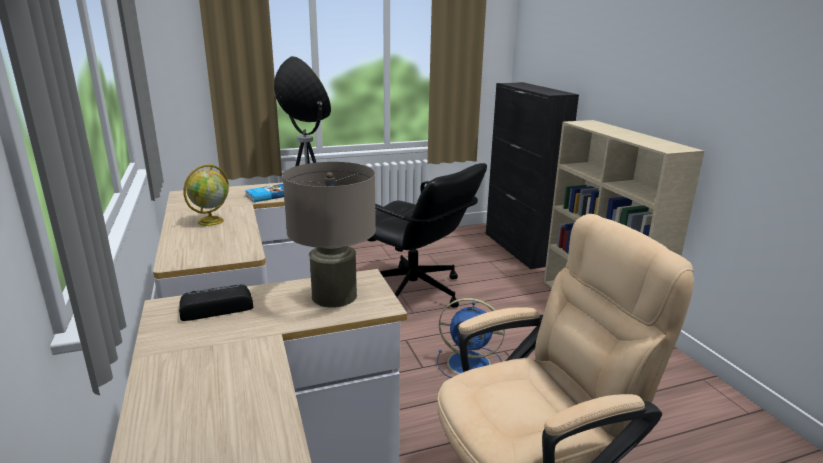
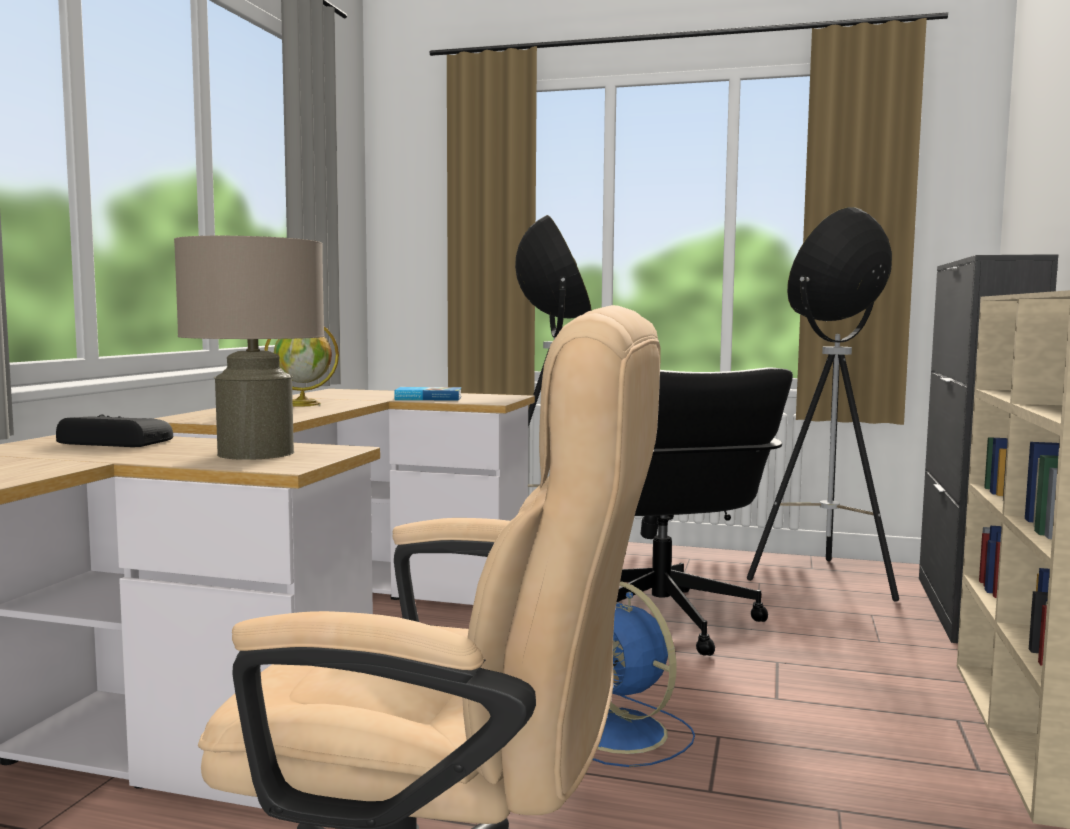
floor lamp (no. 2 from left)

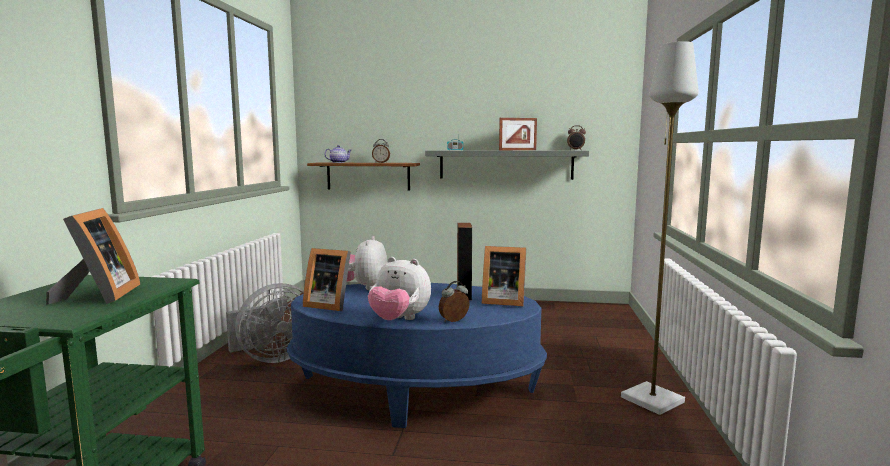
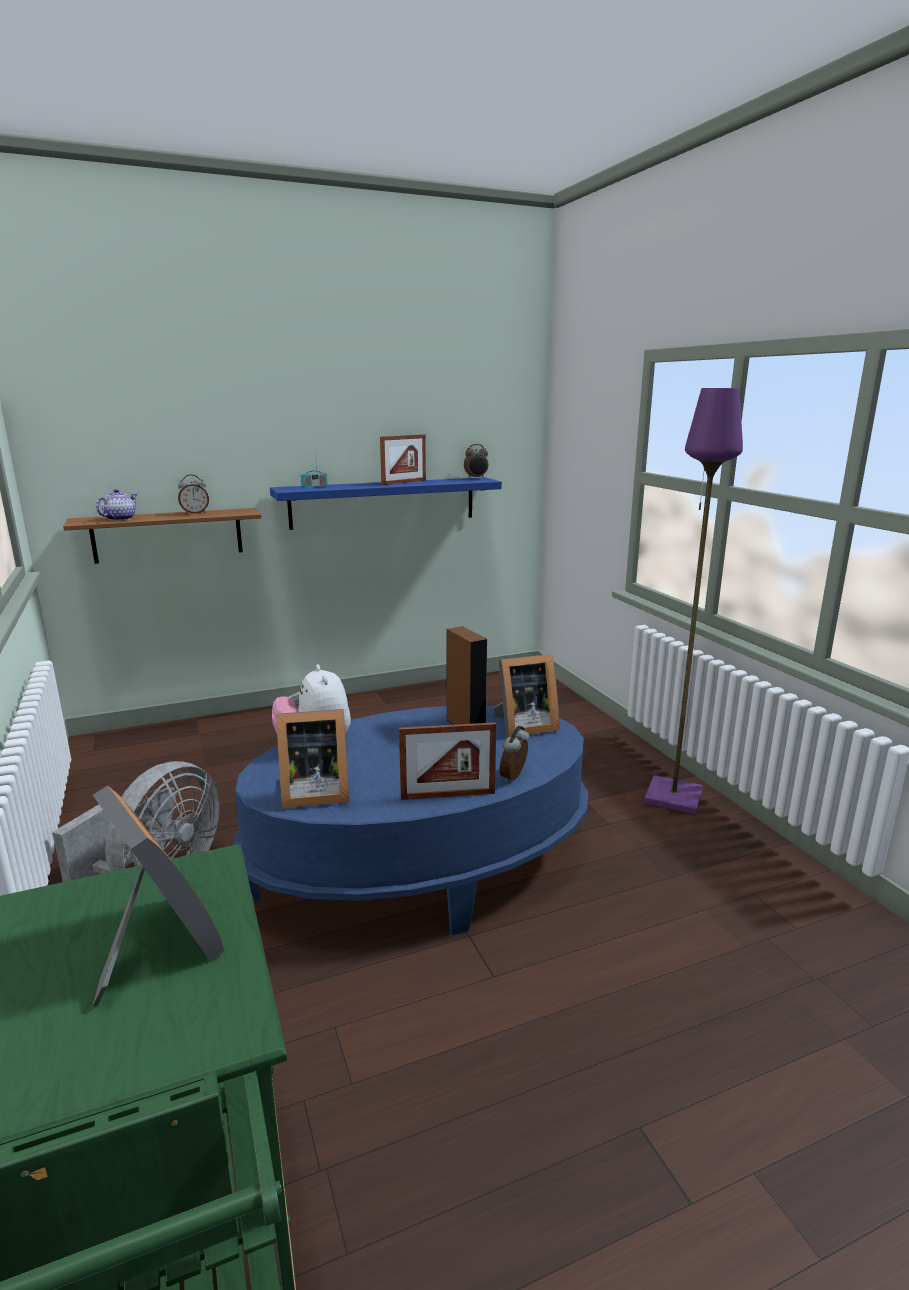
picture frame (no. 4 from left)
shelf/blue
floor lamp/purple

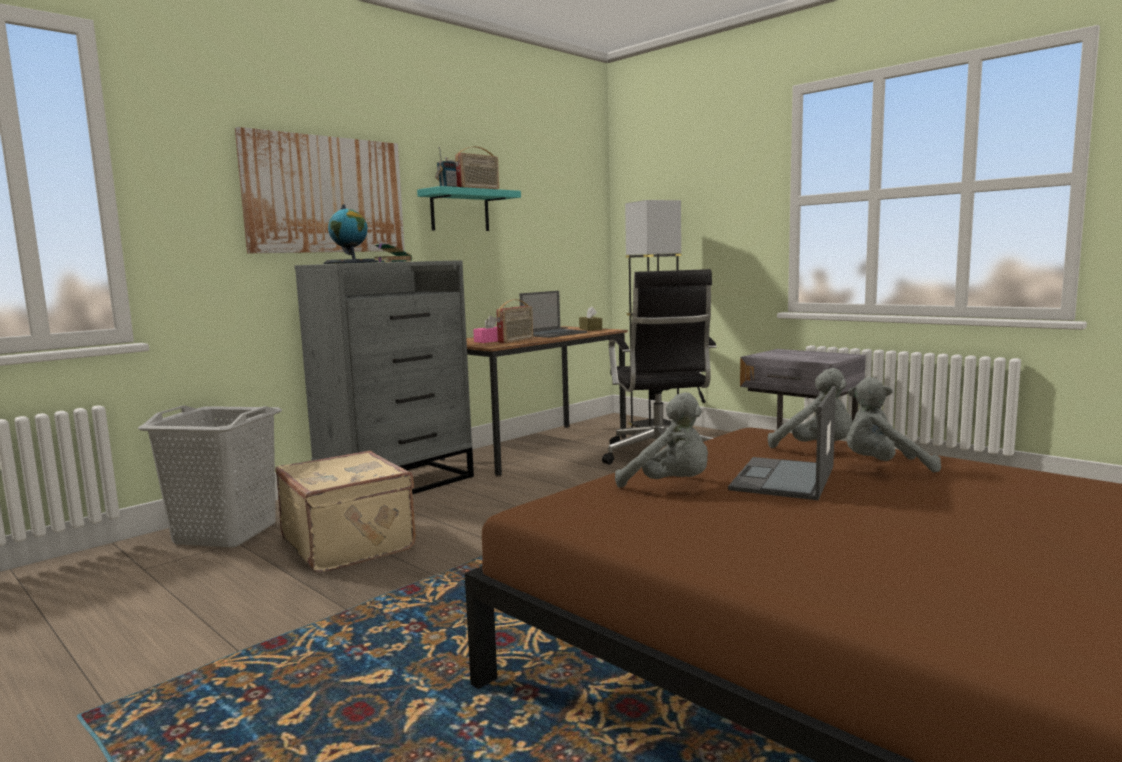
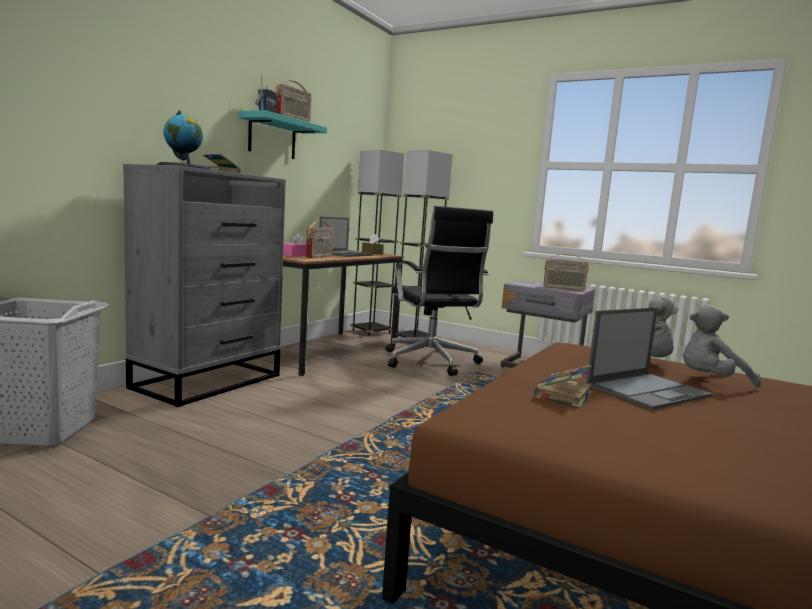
picture
suitcase/beige
book (no. 2 from left)
laptop (no. 2 from left)
floor lamp/grey (no. 1 from left)
radio (no. 4 from left)

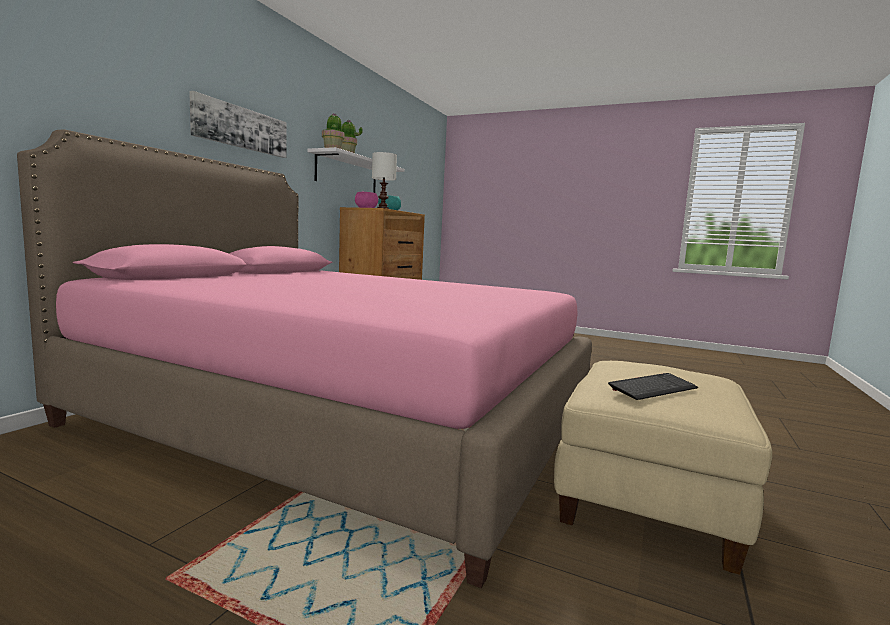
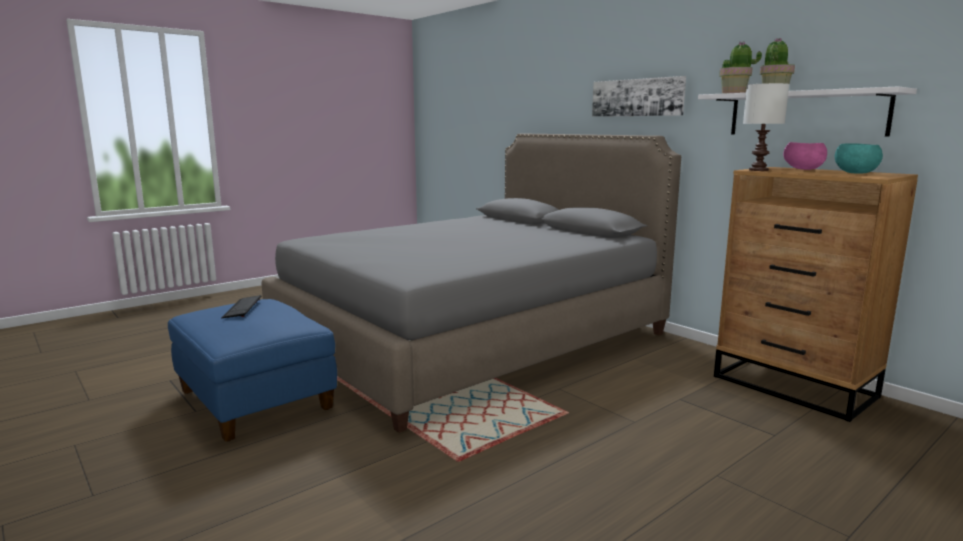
bed/grey
ottoman/blue

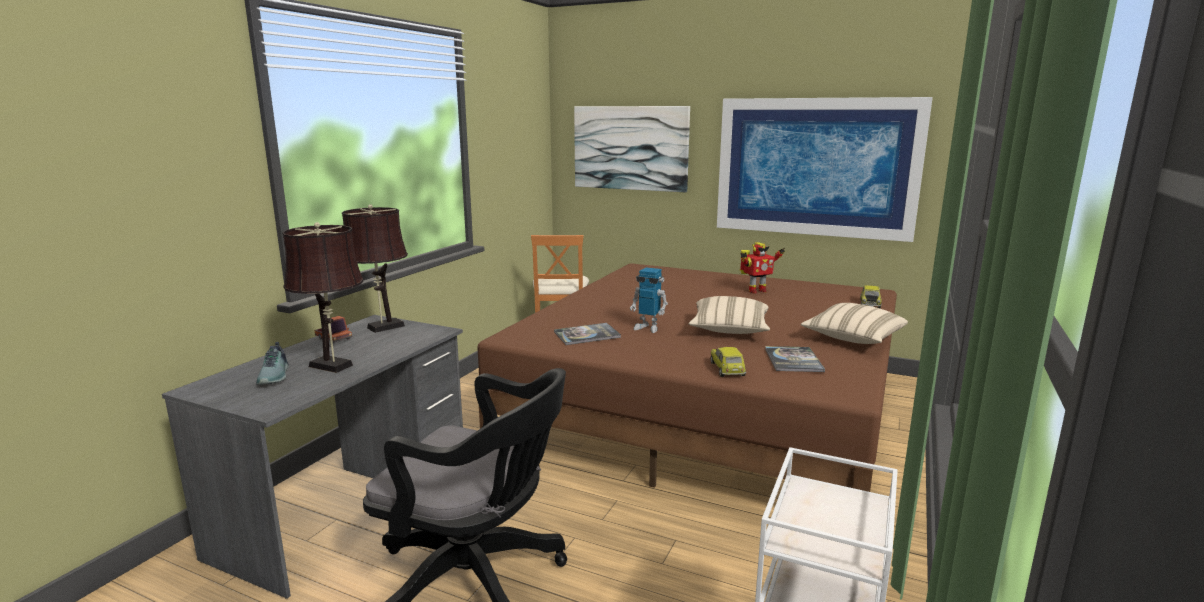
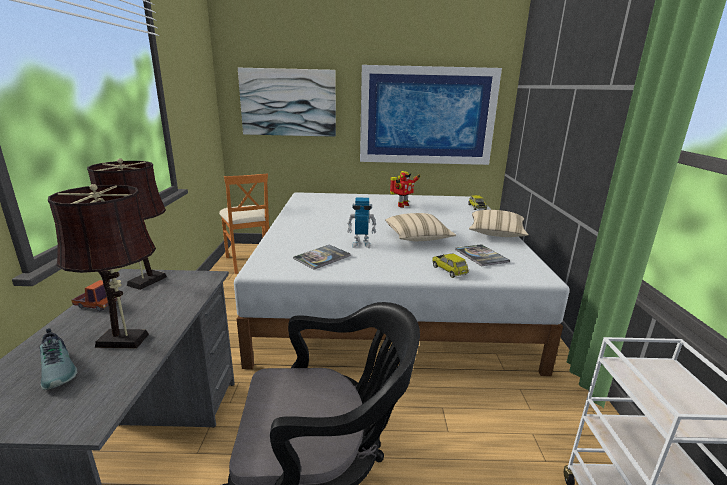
bed/white

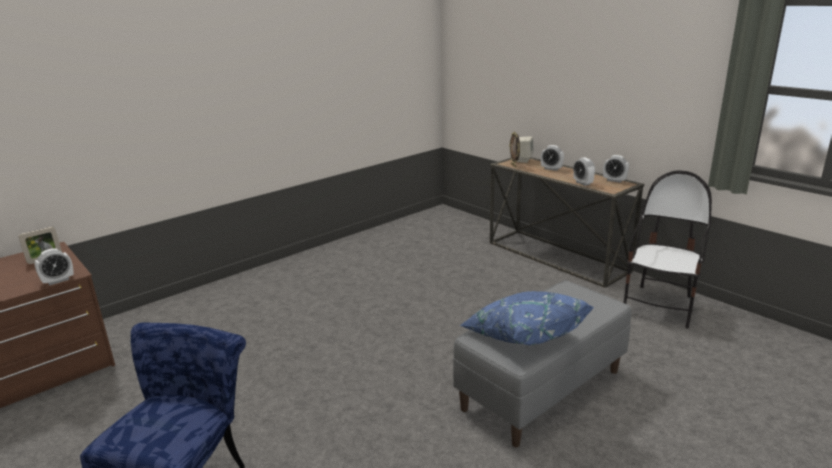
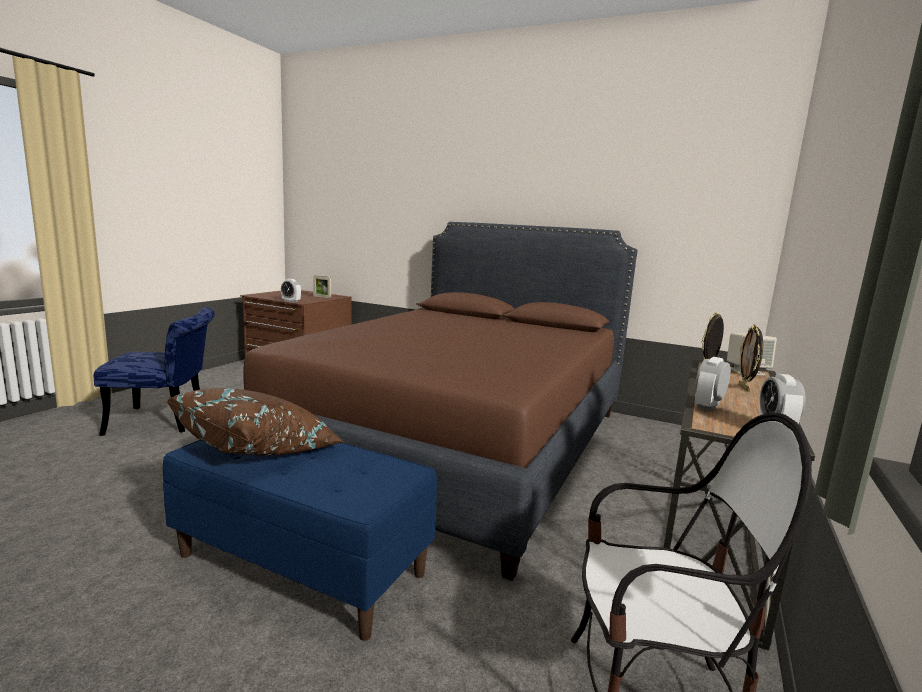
bench/blue
pillow/brown
picture frame (no. 3 from left)
bed/brown

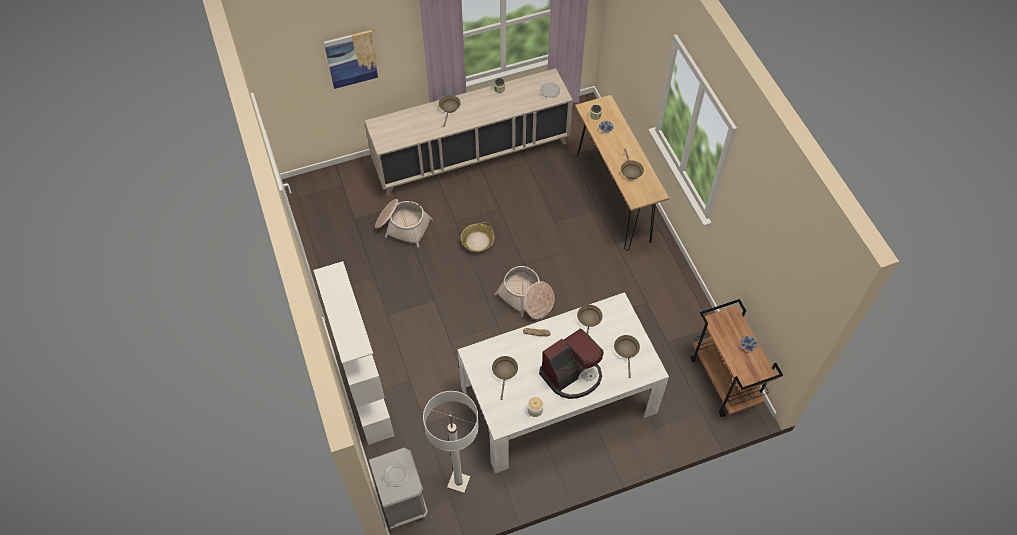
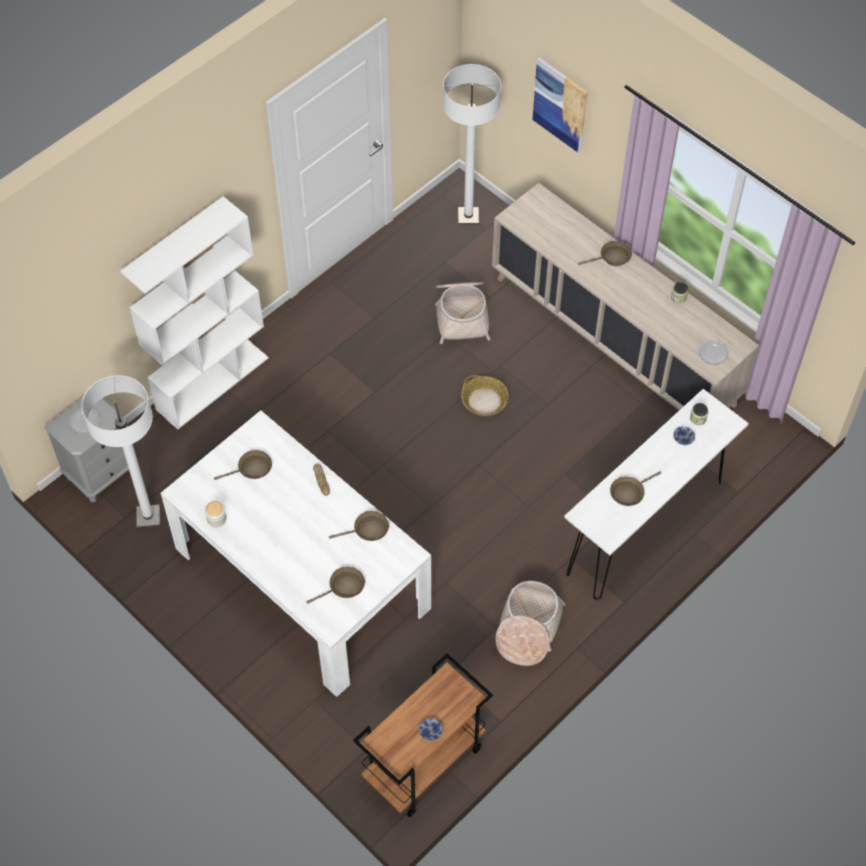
basket (no. 3 from left)
coffee machine
console table/white
floor lamp/white (no. 2 from left)

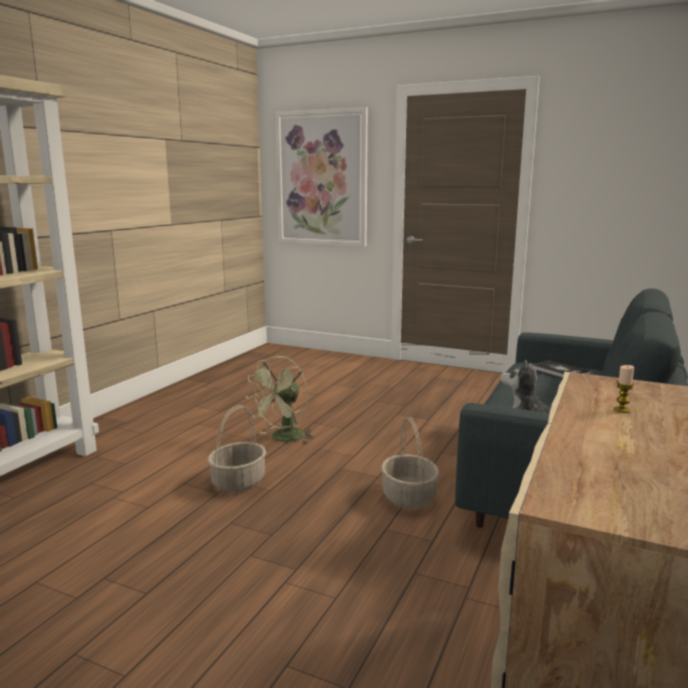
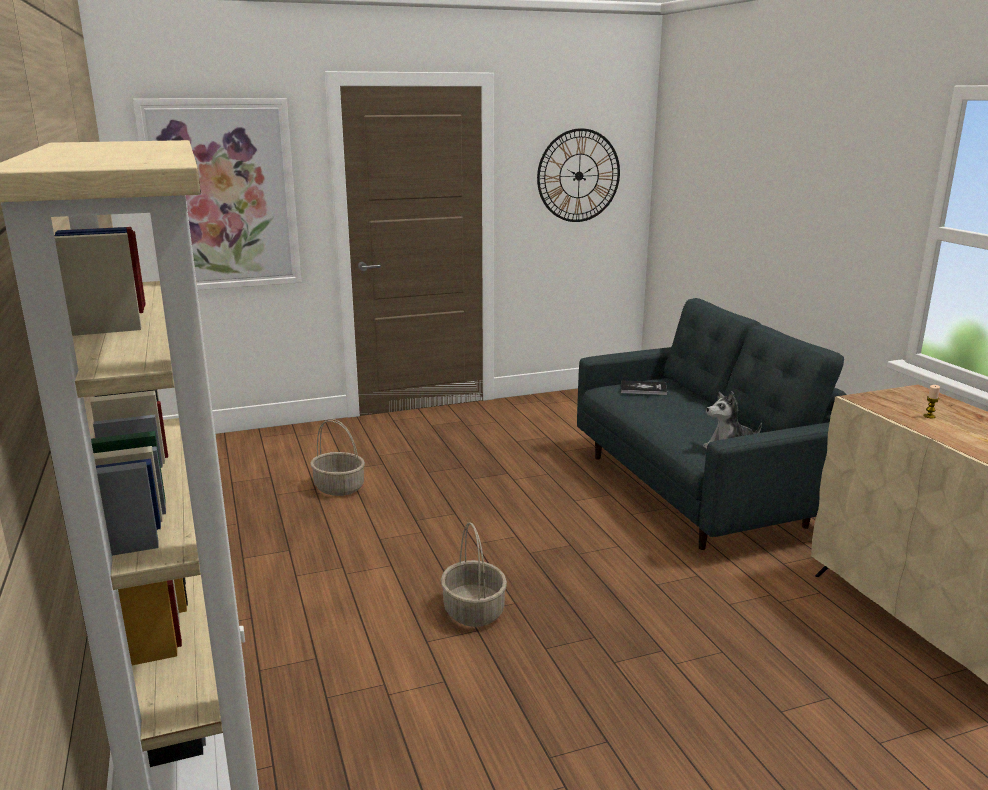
fan/green
basket (no. 1 from left)
wall clock

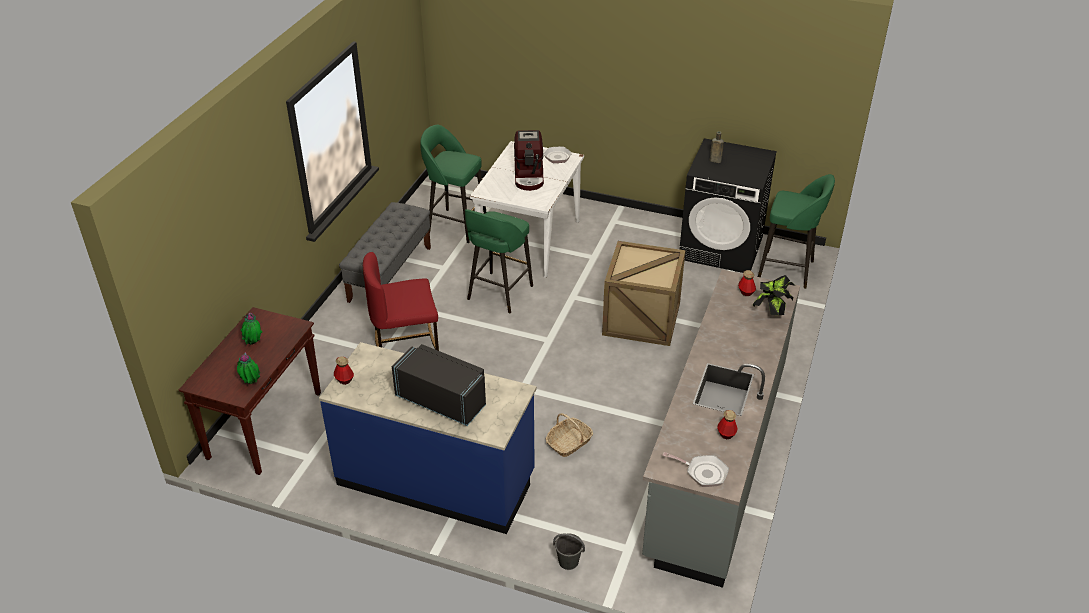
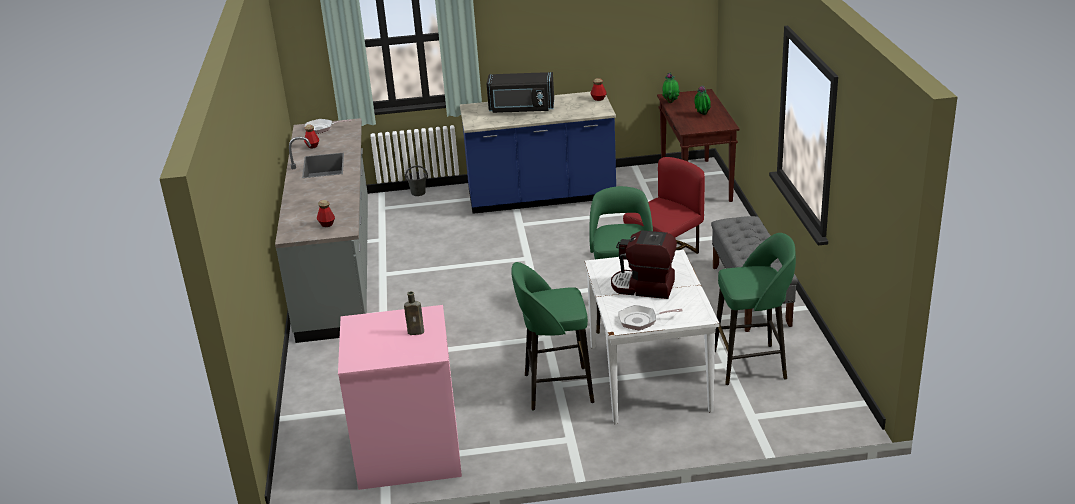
coffee machine
basket
crate
washing machine/pink
potted plant (no. 3 from left in the first image)
stool/green (no. 1 from left)

